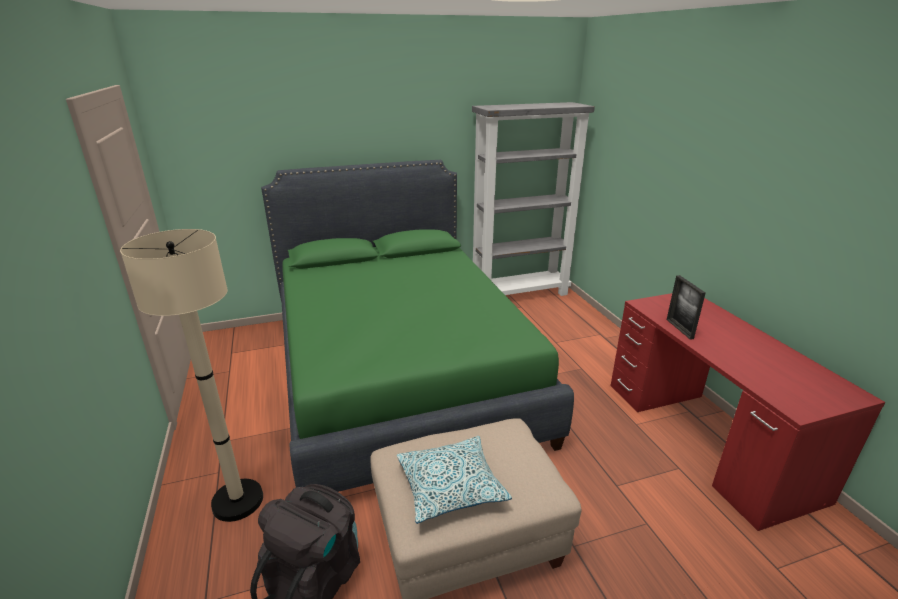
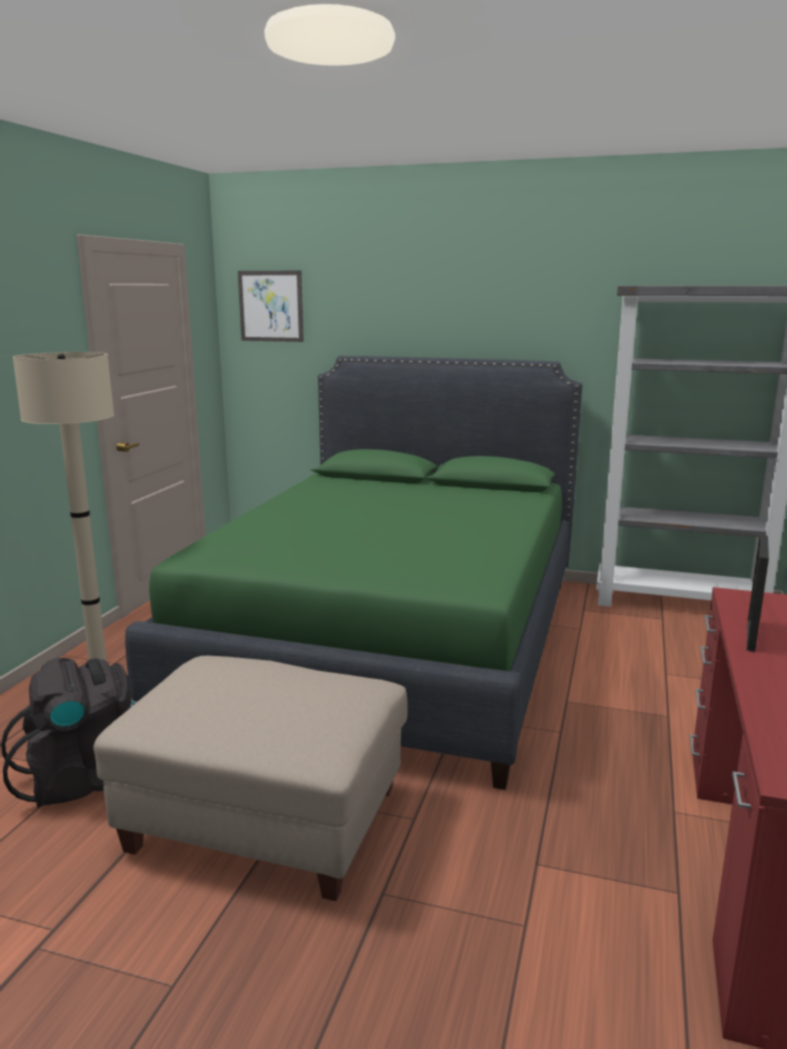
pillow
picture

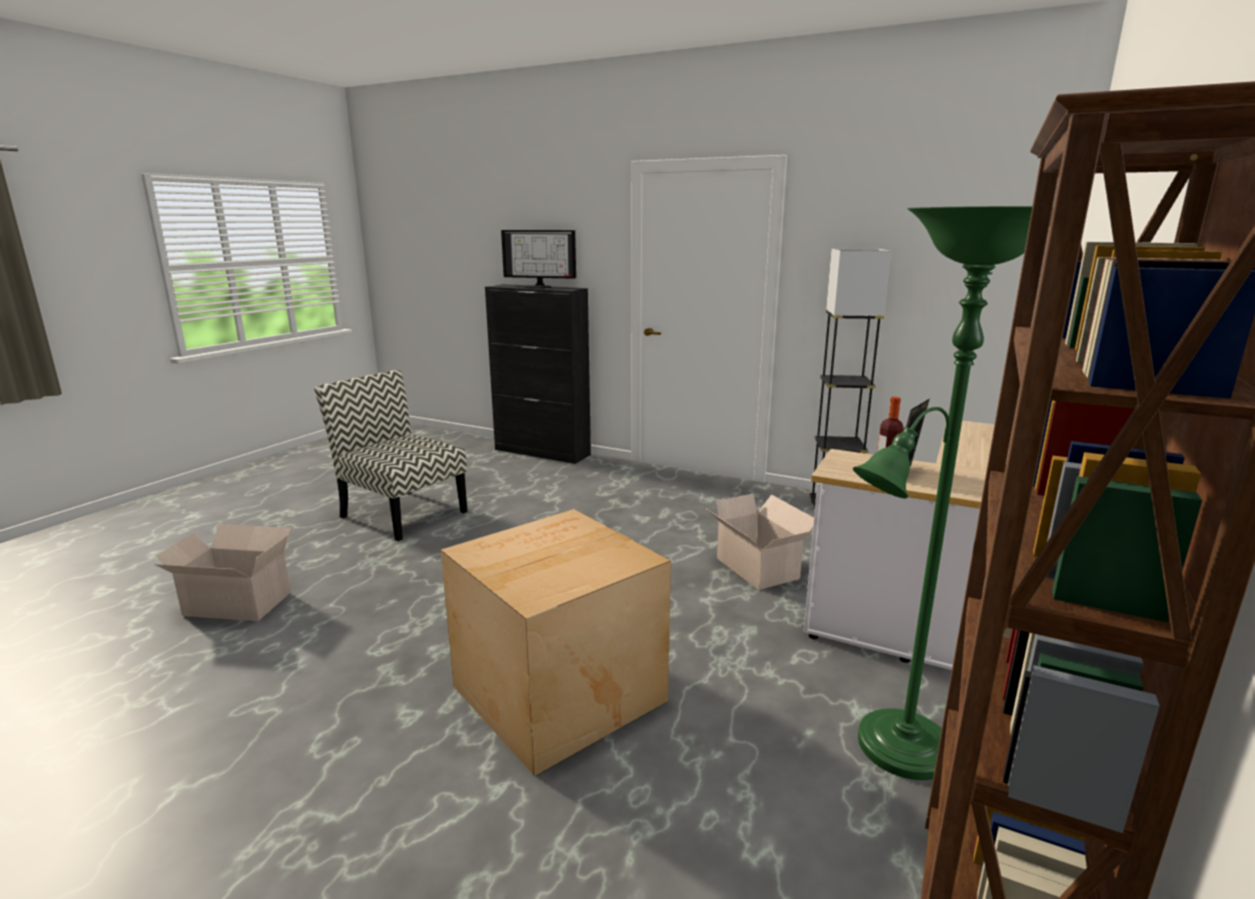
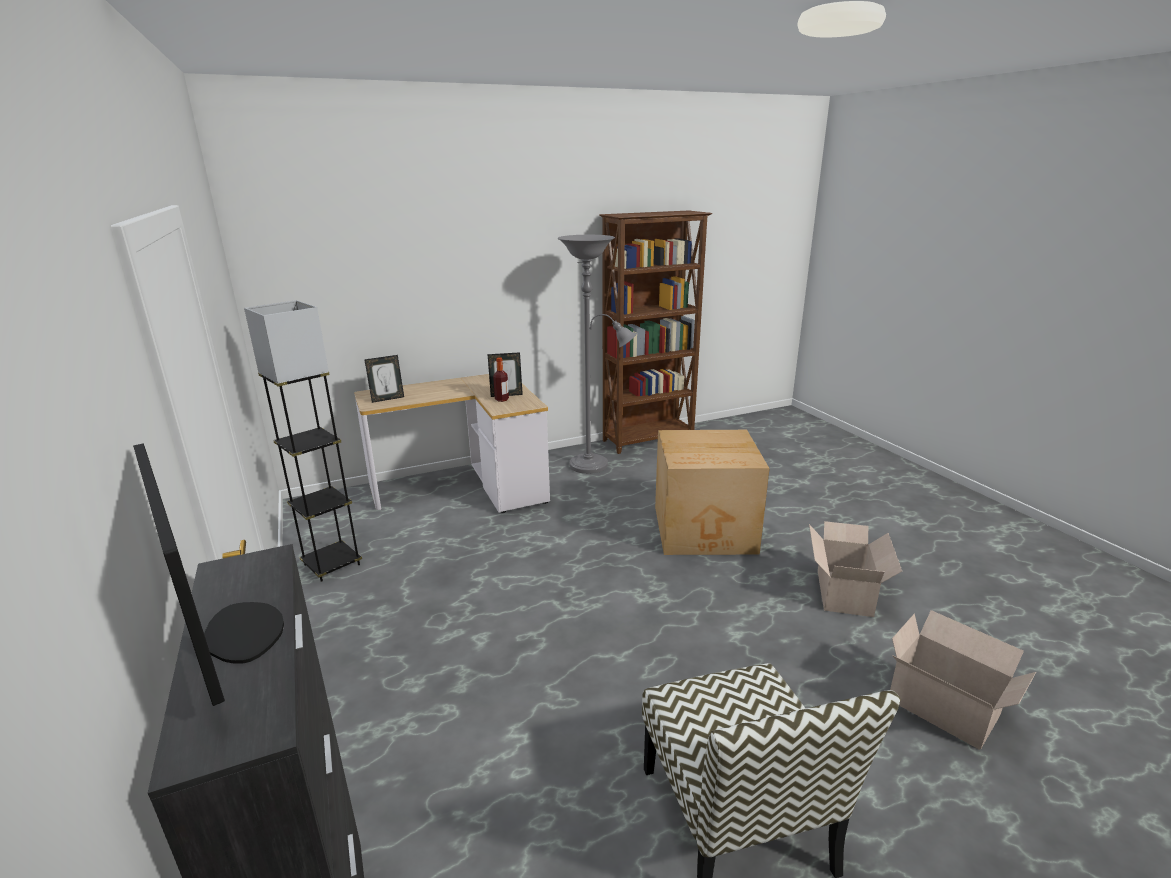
cardboard box (no. 2 from left)
floor lamp/grey (no. 2 from left)
picture frame (no. 1 from left)

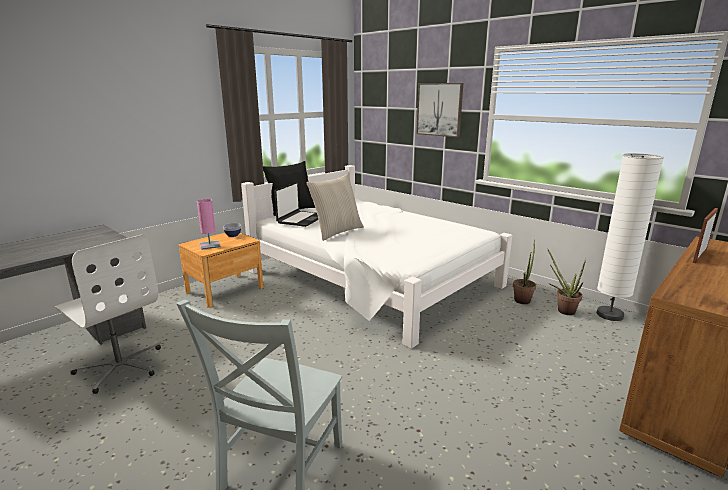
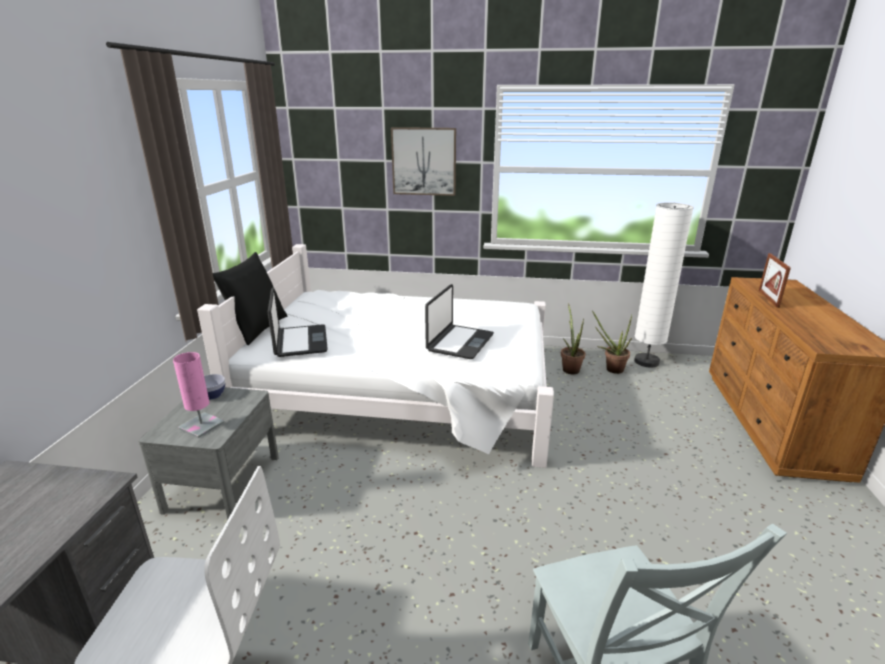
nightstand/grey
pillow/beige
laptop (no. 2 from left)

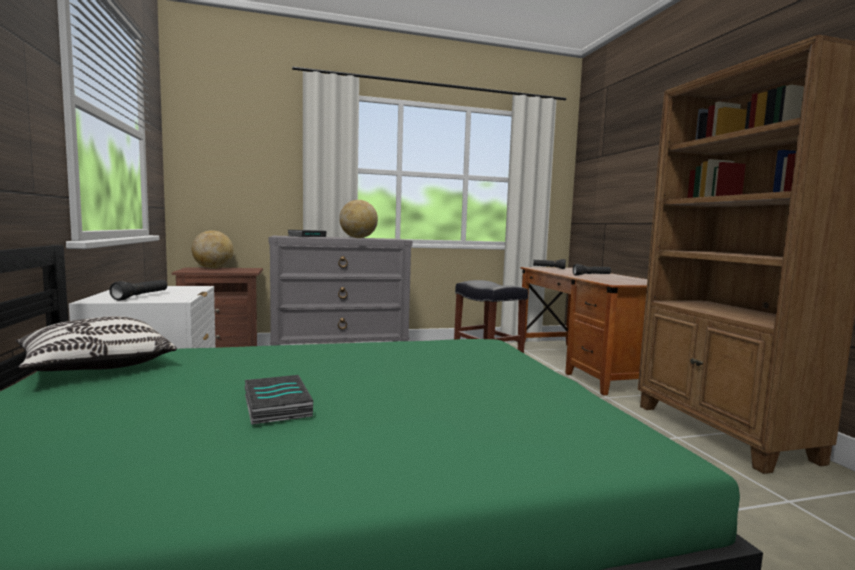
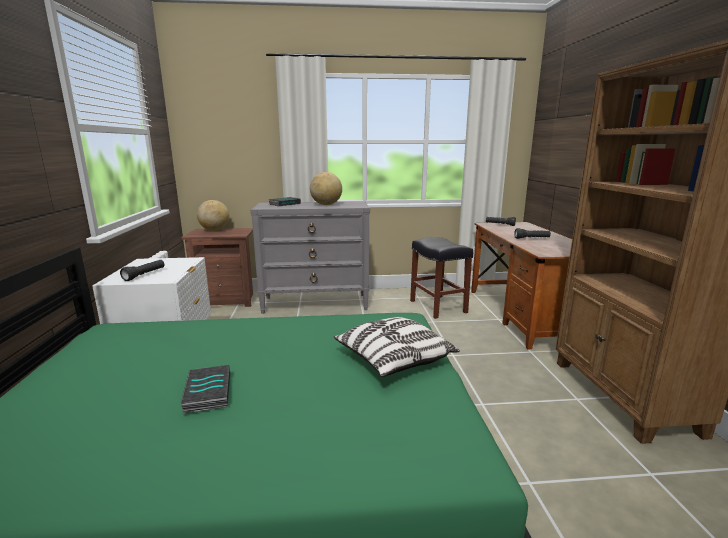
pillow

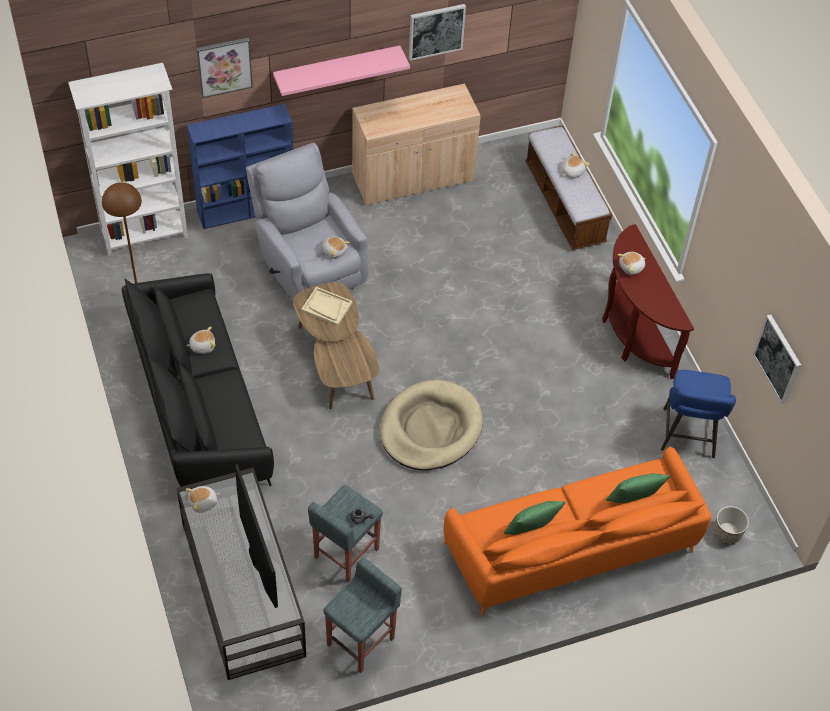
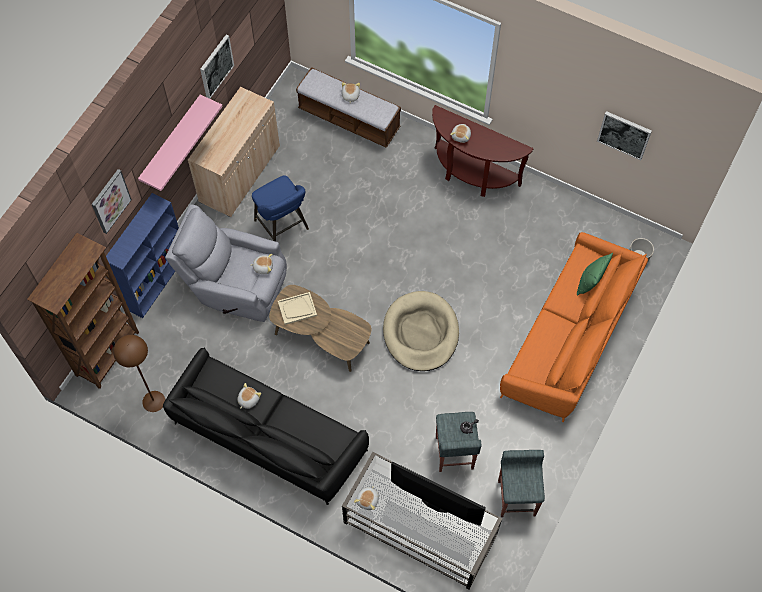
bookcase/brown
pillow/green (no. 1 from left in the first image)
stool/blue

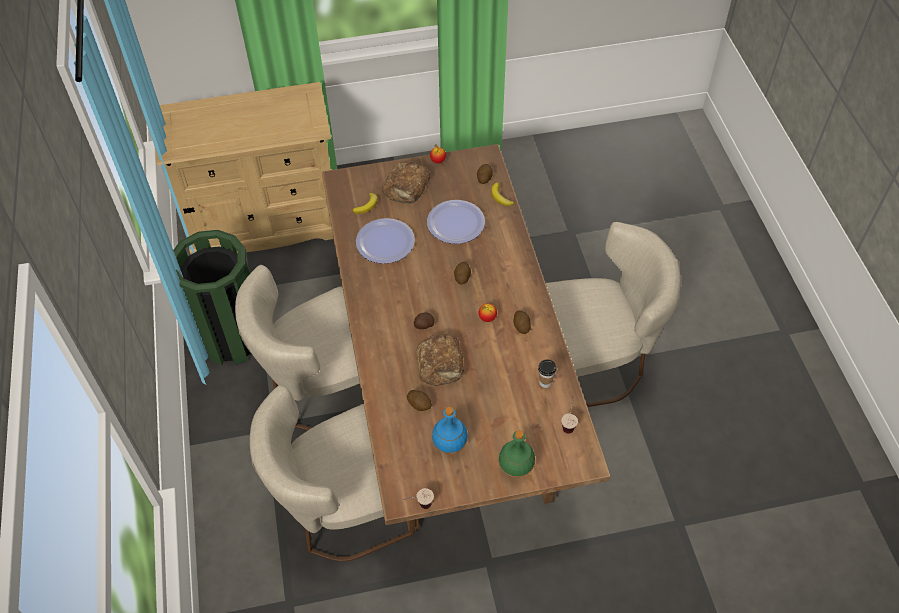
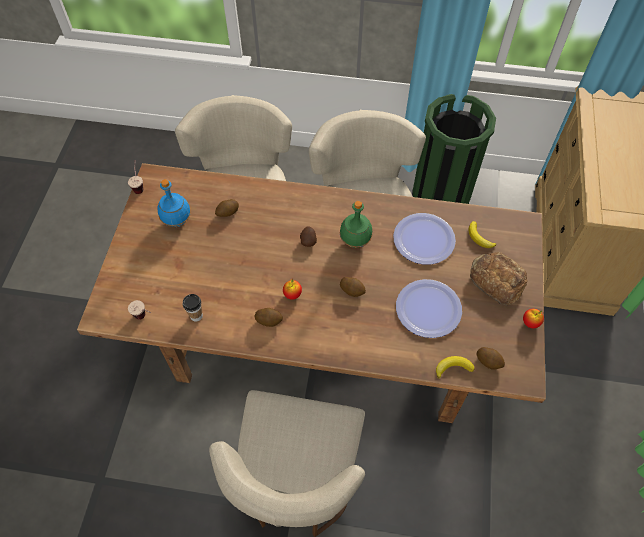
bread (no. 2 from left in the first image)
bottle/green

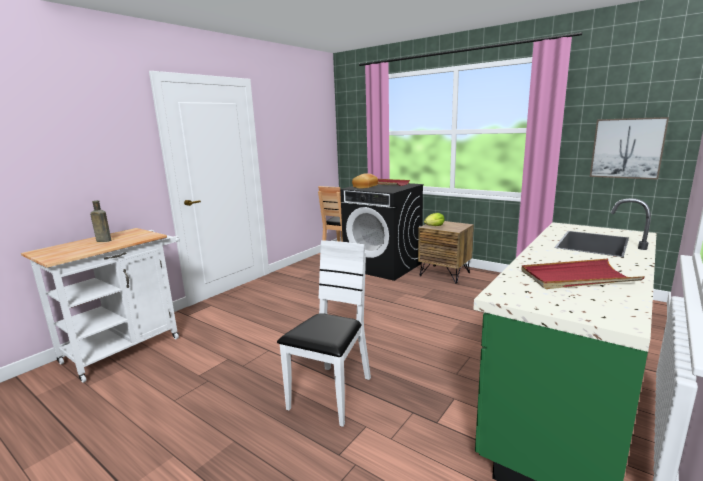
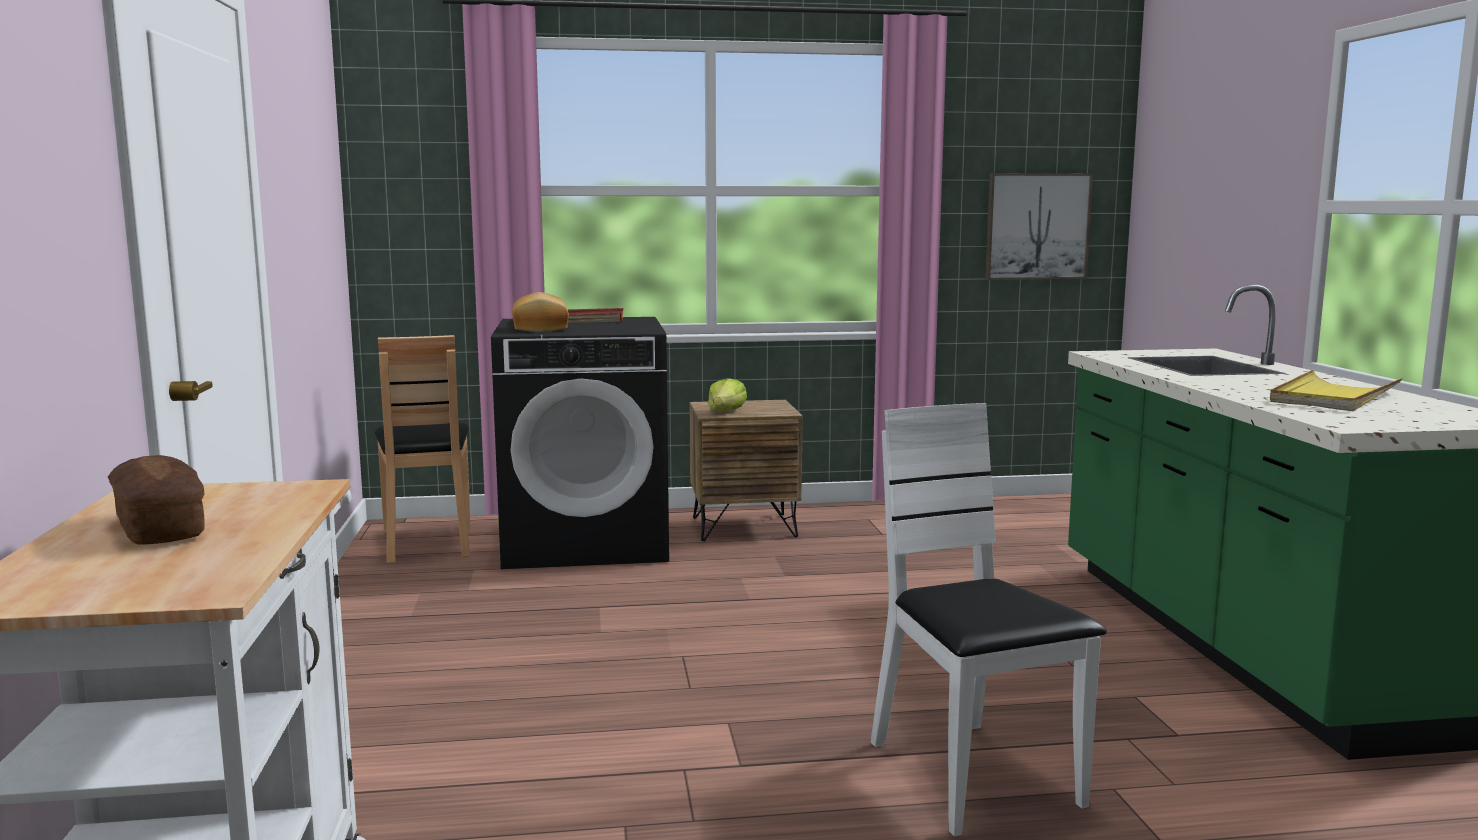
bread (no. 1 from left)
tray/yellow

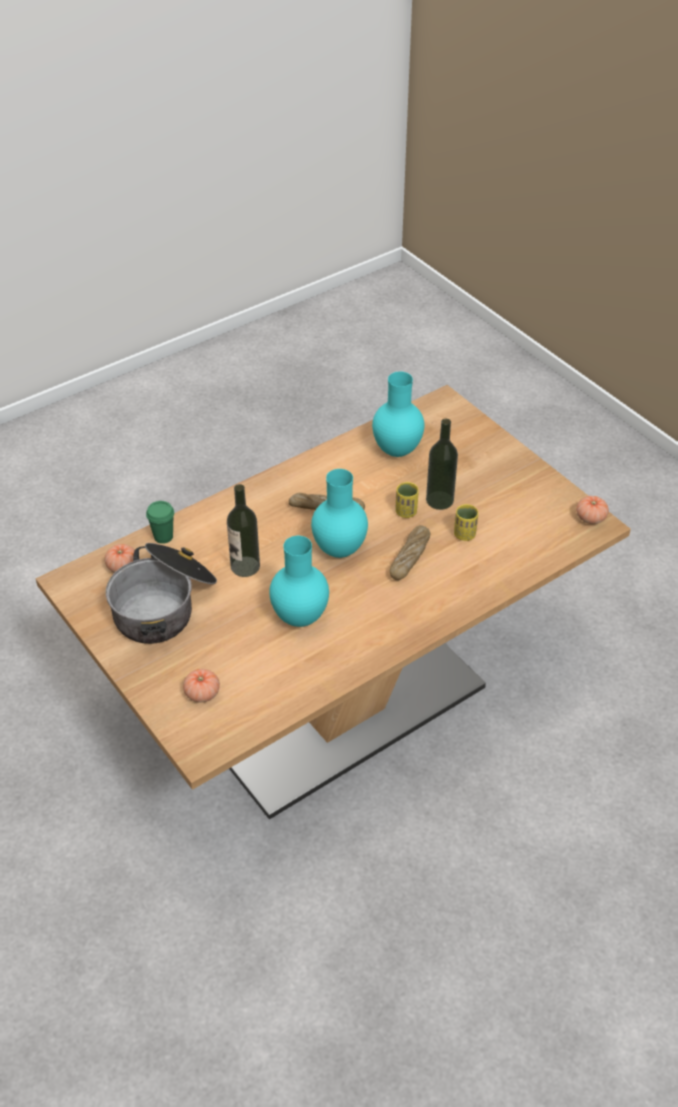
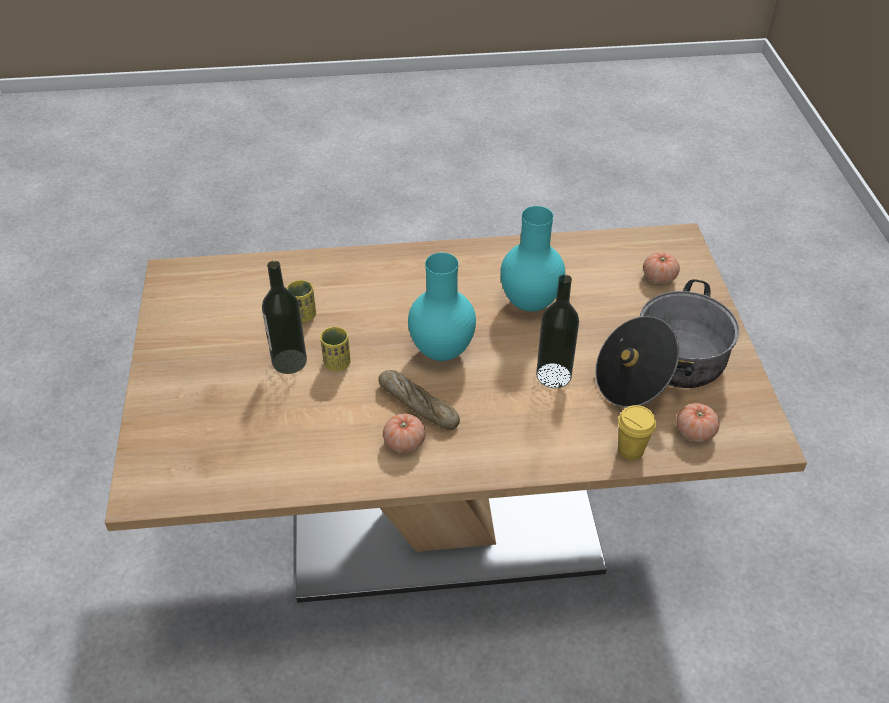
cup/yellow (no. 3 from left)
vase/turquoise (no. 3 from left in the first image)
bread (no. 2 from left in the first image)
tomato (no. 1 from left)

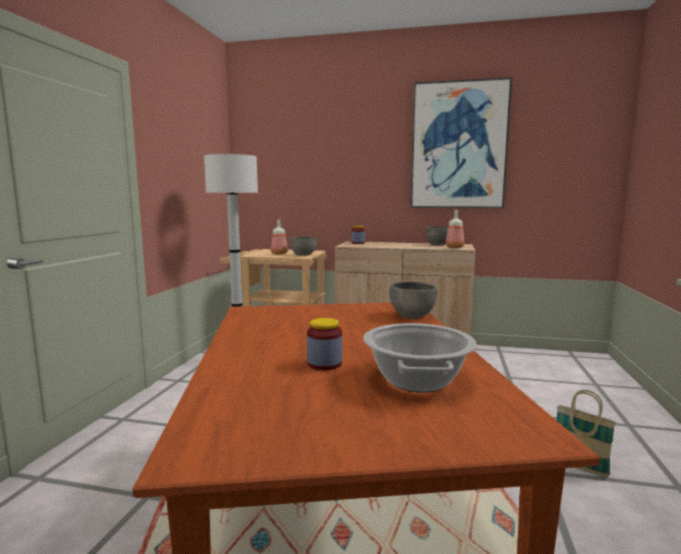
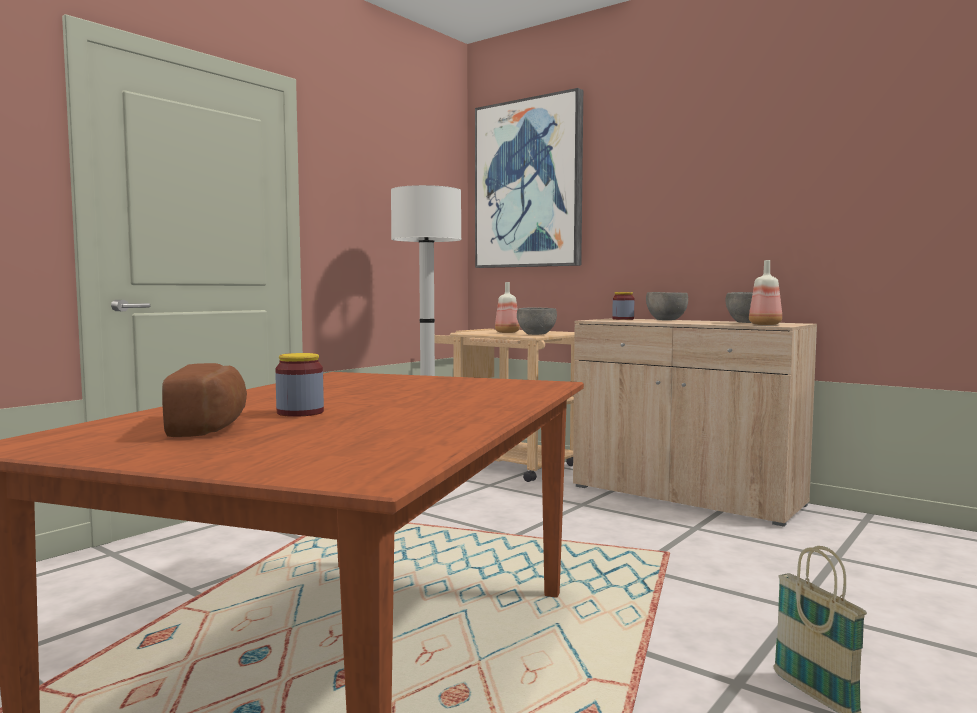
cooking pot
bowl/grey (no. 2 from left)
picture
bread

